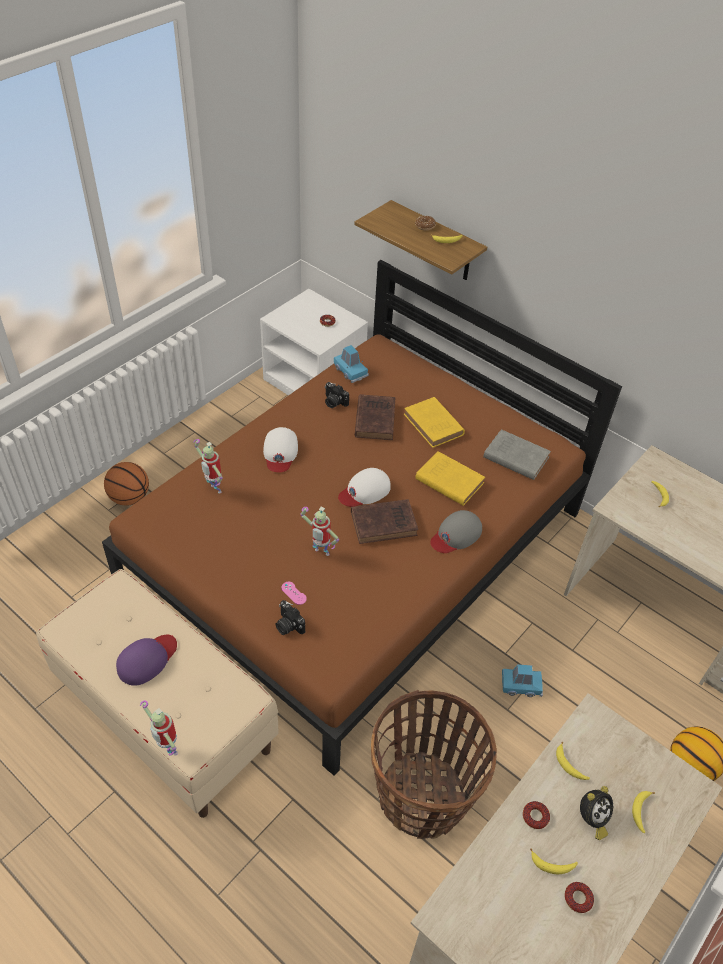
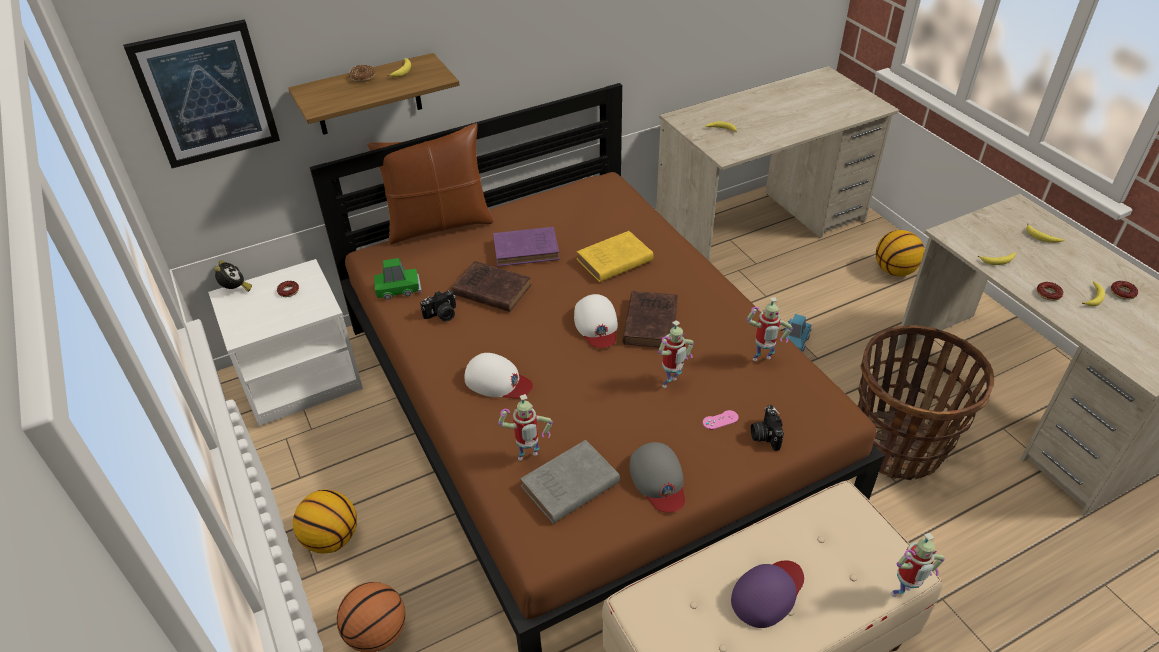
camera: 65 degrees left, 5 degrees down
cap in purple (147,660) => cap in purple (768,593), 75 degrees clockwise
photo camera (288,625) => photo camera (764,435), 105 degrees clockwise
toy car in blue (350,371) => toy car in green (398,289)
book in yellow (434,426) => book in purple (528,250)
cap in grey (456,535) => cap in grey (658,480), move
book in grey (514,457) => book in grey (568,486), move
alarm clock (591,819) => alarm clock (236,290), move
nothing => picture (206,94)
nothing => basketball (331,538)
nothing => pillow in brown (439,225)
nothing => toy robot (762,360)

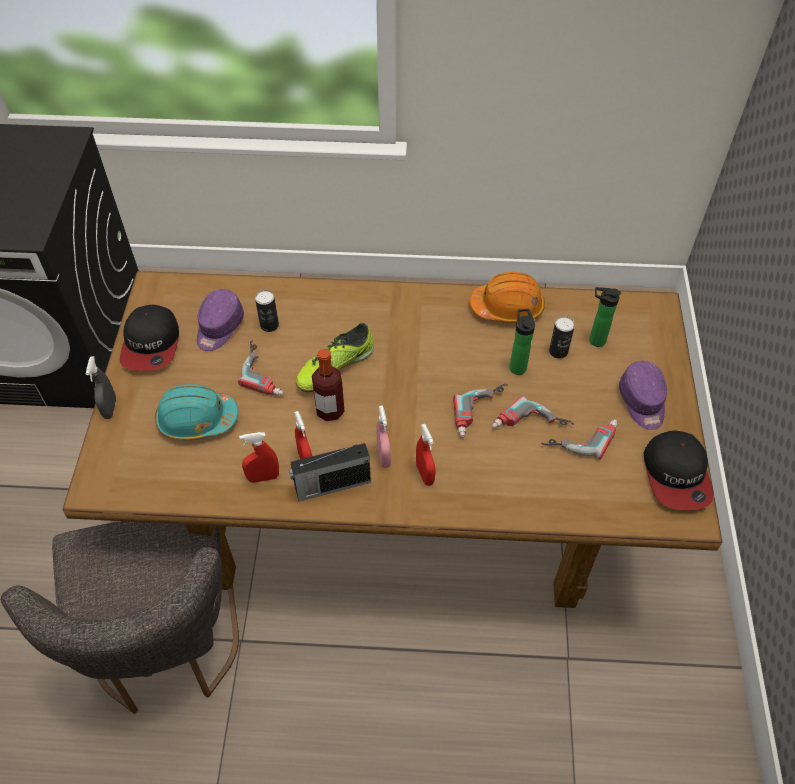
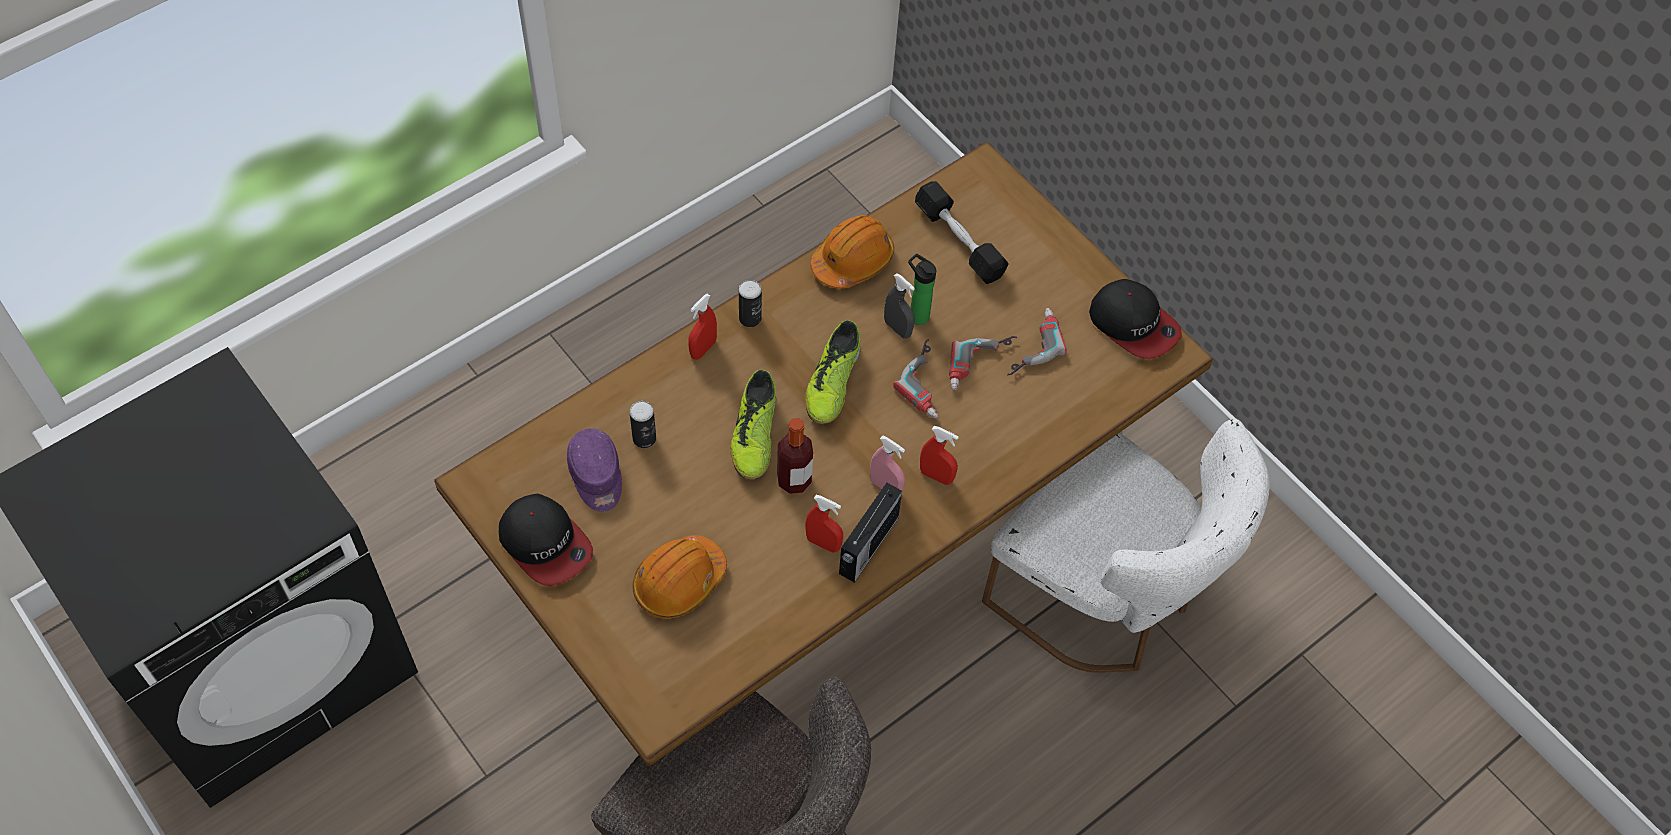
camera: 45 degrees left, 5 degrees up
spray bottle in grey (110,408) => spray bottle in grey (897,328), move
hard hat in turquoise (196,420) => hard hat in orange (679,582)
power drill (267,371) => nothing
spray bottle in red (263,477) => spray bottle in red (703,349), move
can (558,351) => can (750,318), move
bottle (594,340) => dumbbell in black (959,241)
cap in purple (642,402) => nothing
nothing => shoe (832,383)
nothing => chair in white (1102,598)

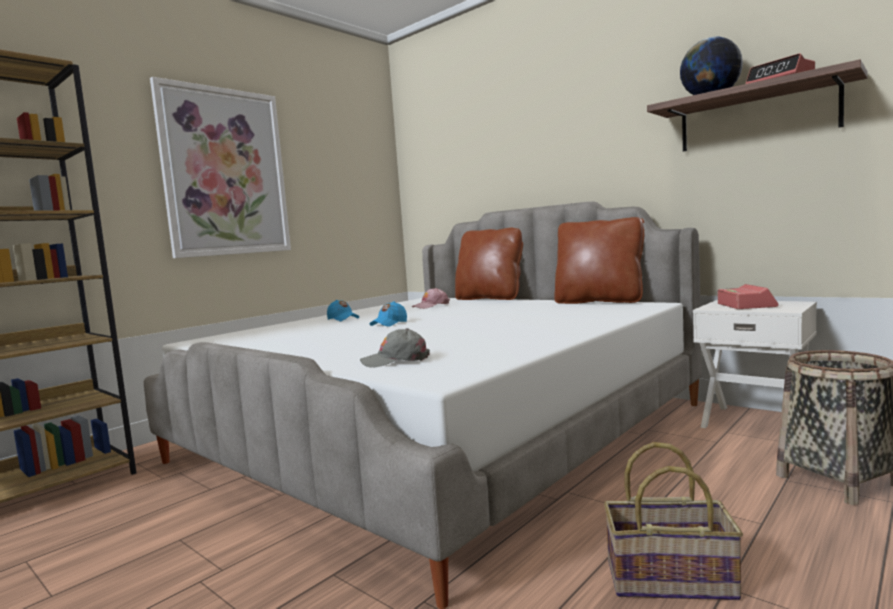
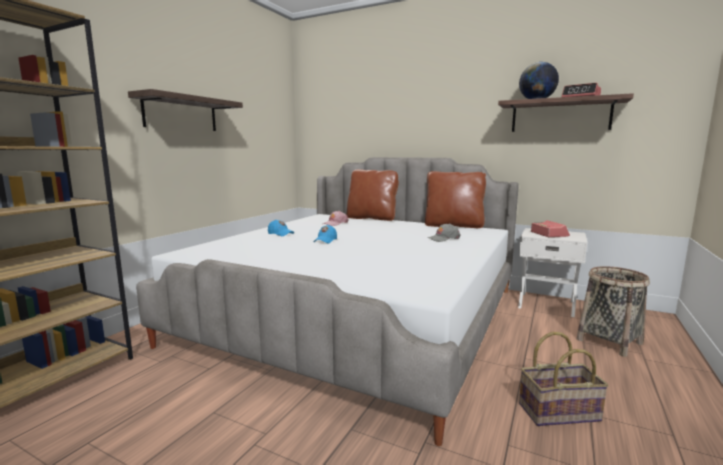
camera: 15 degrees left, 5 degrees up
picture (225,172) => shelf (181,113)
cap in grey (396,360) => cap in grey (443,238), move

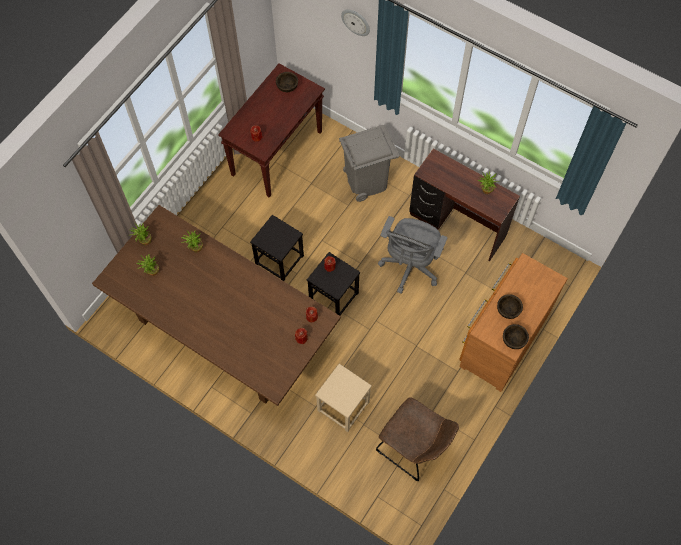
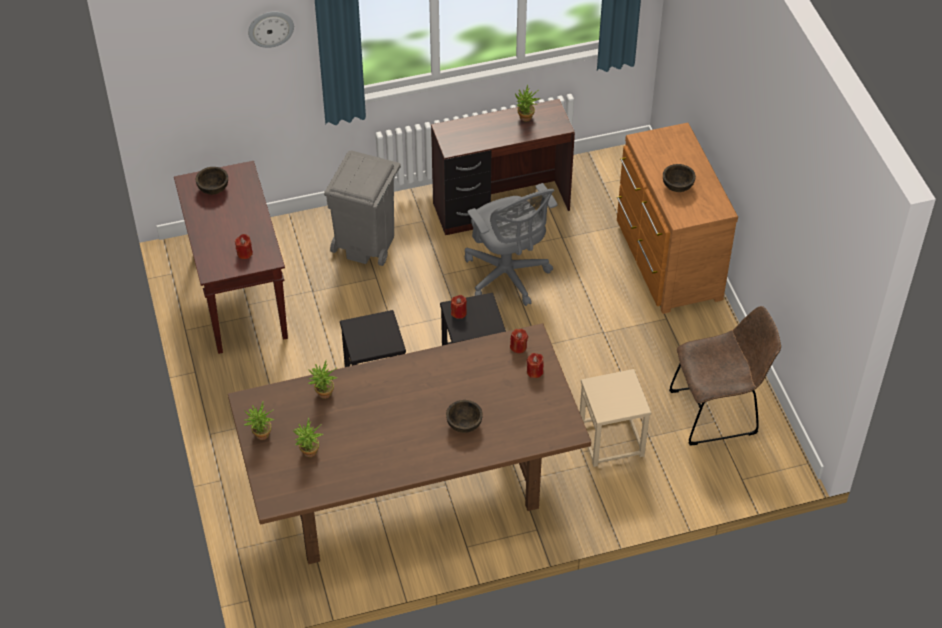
camera: 50 degrees left, 15 degrees down
bowl in brown (513,340) => bowl in brown (464,424), move

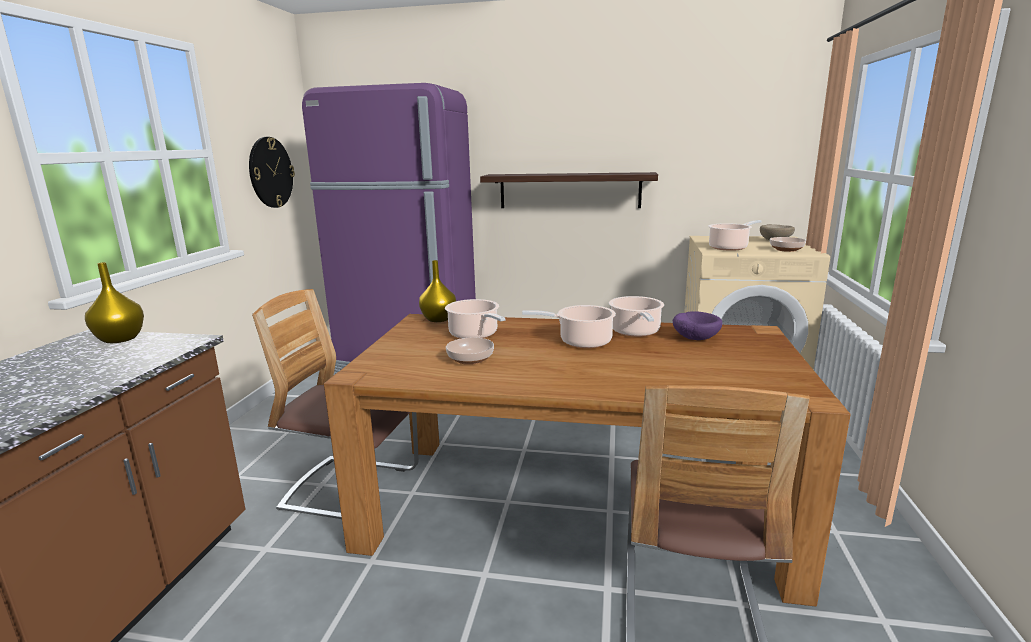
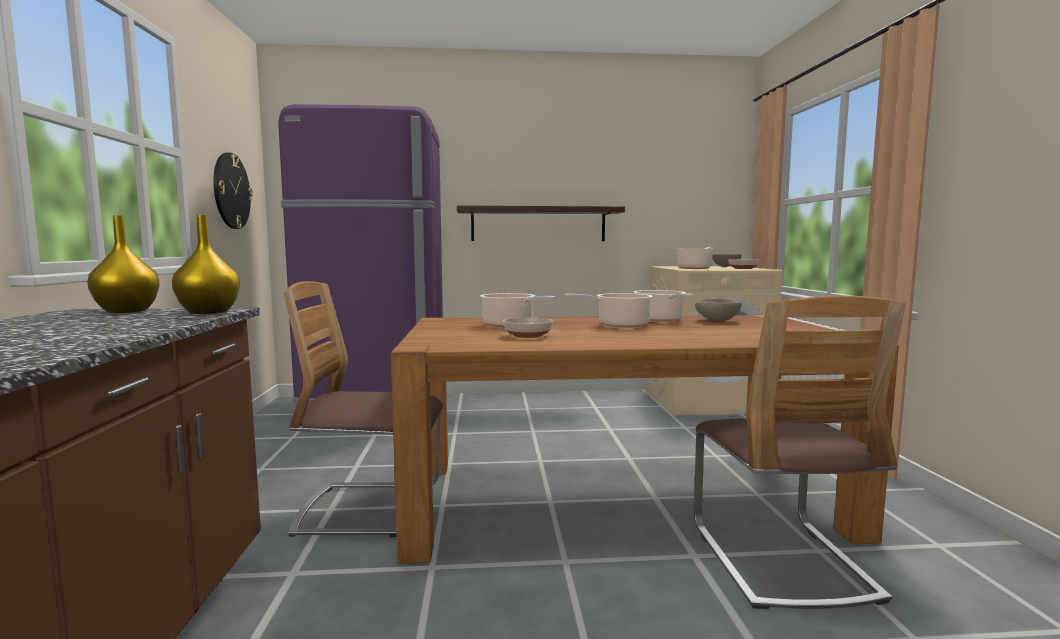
camera: 15 degrees left, 10 degrees down
vase in yellow (439,319) => vase in yellow (209,312), move
bowl in purple (694,338) => bowl in beige (716,320)

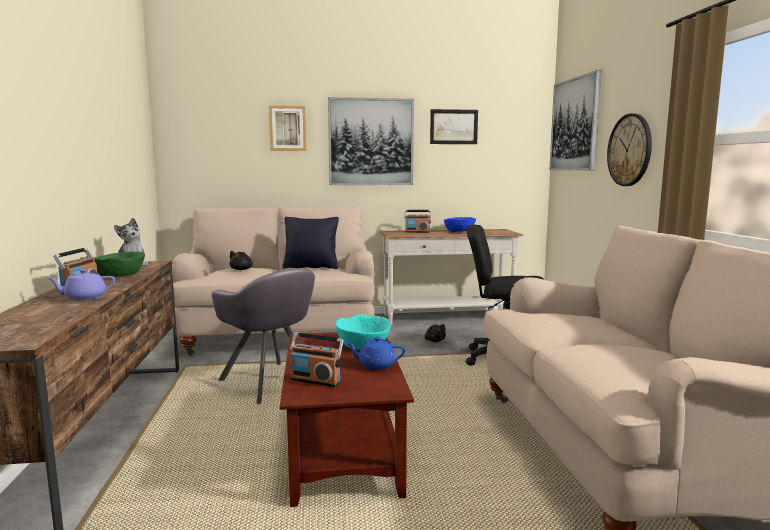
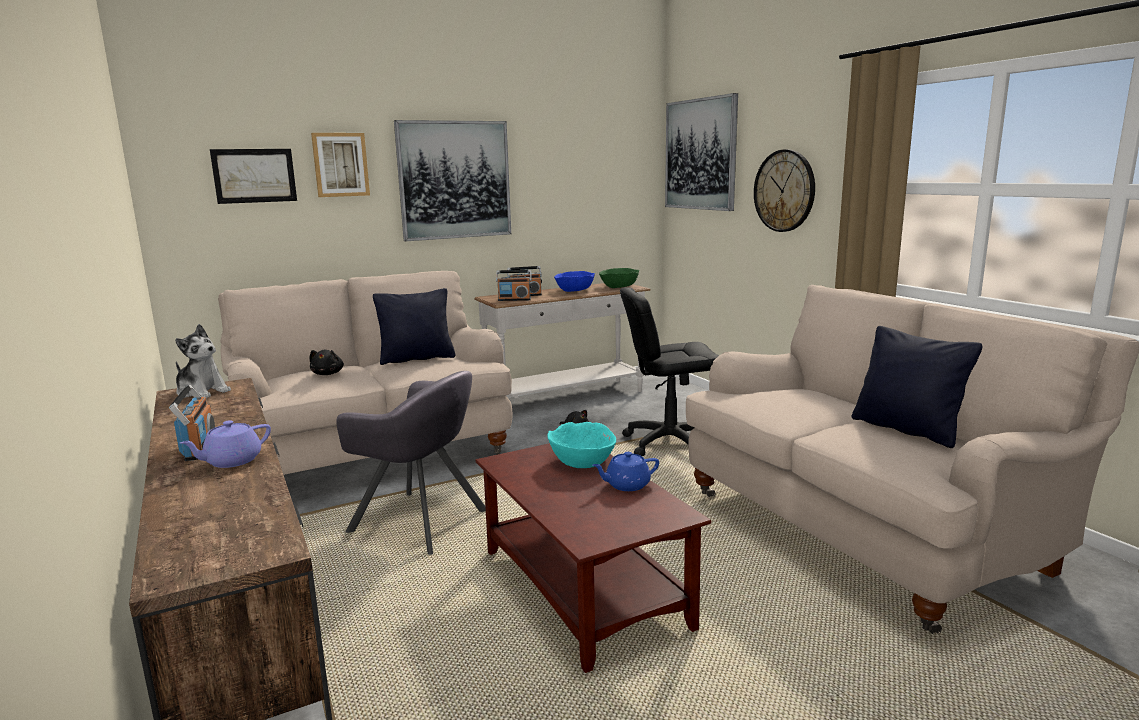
camera: 20 degrees left, 5 degrees up
bowl in green (118,276) => bowl in green (618,287), move
radio (316,381) => radio (514,299), move
picture (453,127) => picture (254,175), move
nothing => pillow in black (907,430)

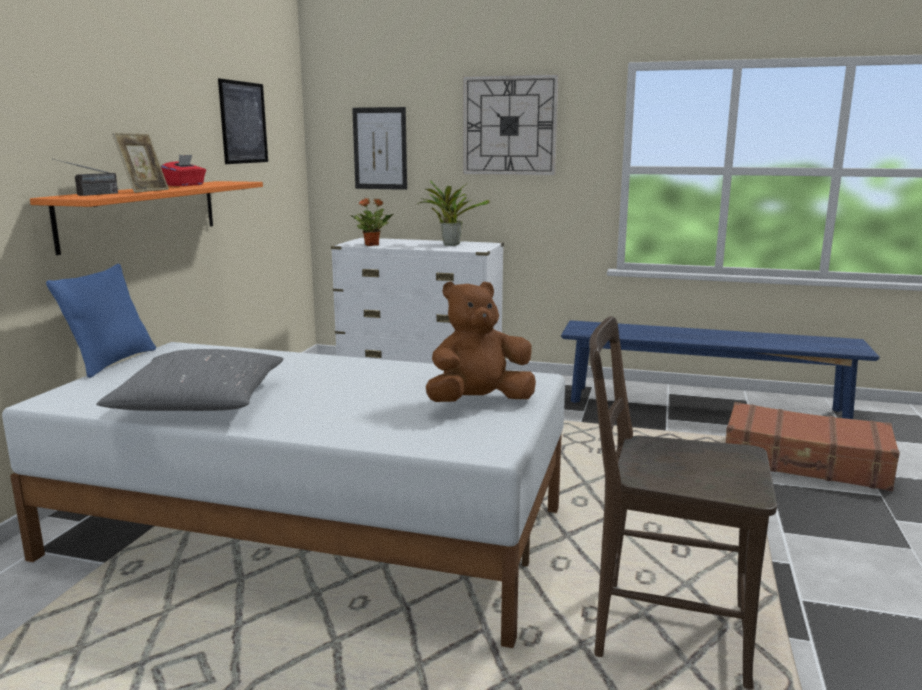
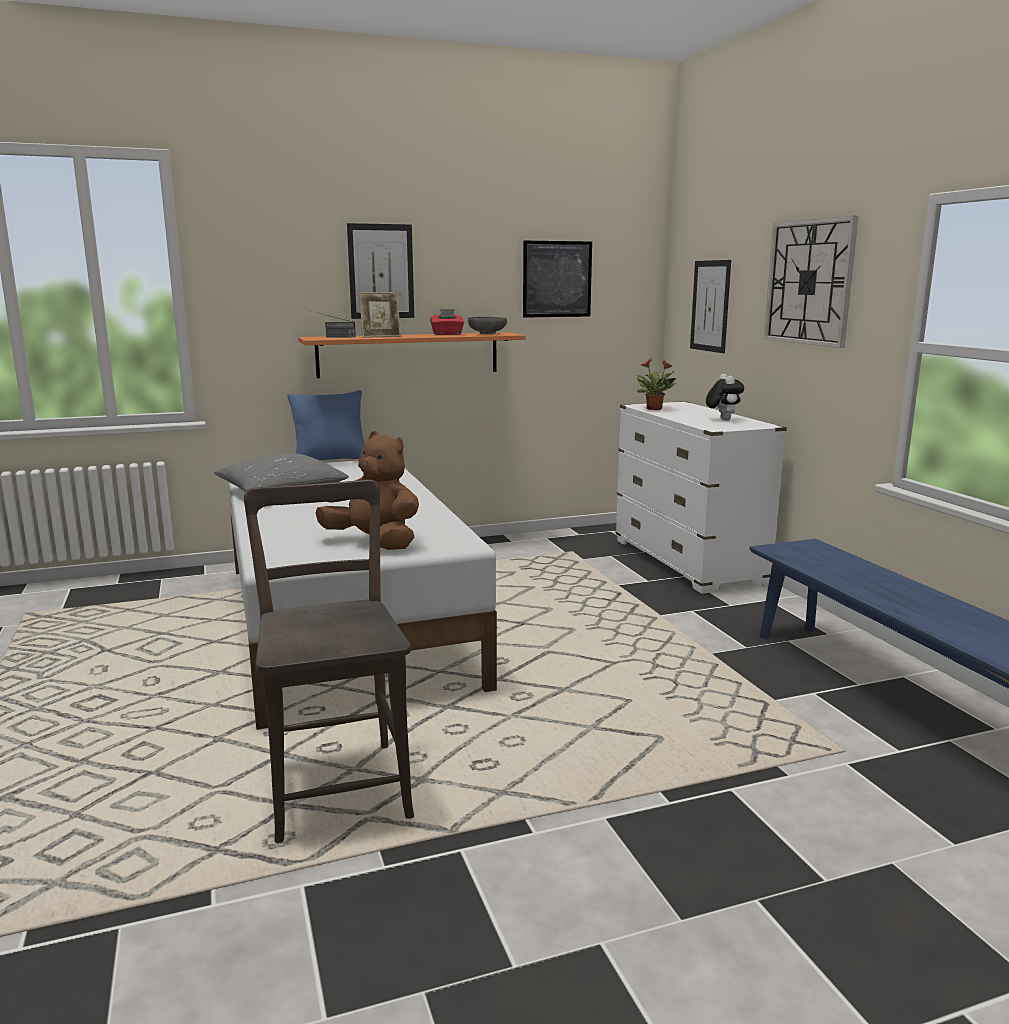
camera: 55 degrees right, 0 degrees up
potted plant (449,244) => plush toy (722,419)
suitcase in brown (805,462) => nothing
nothing => picture (381,271)
nothing => bowl in grey (487,333)

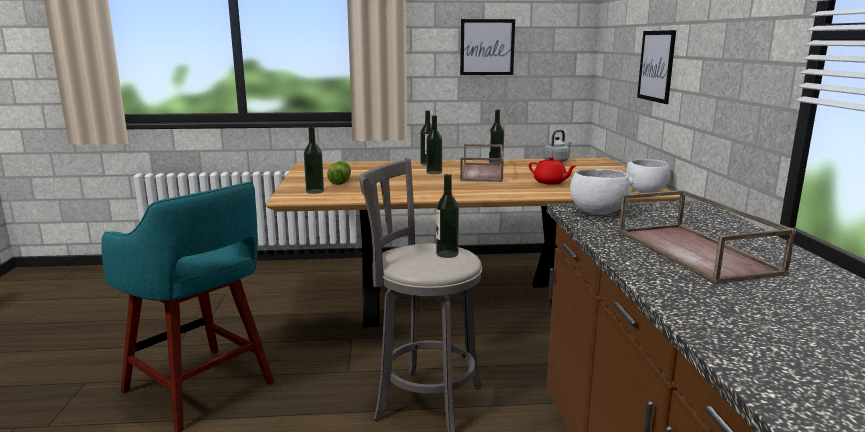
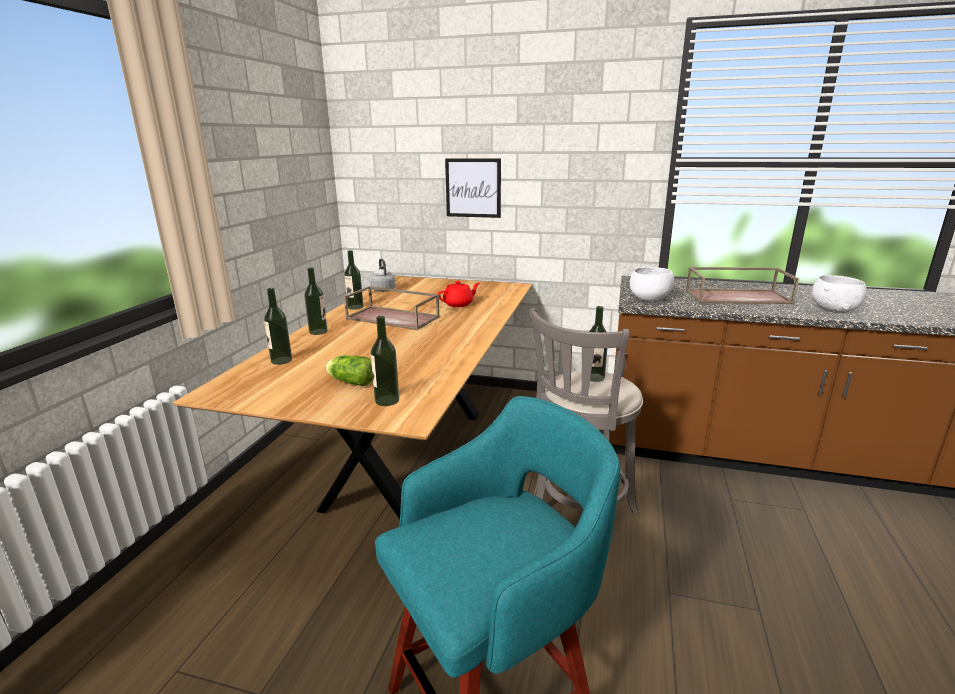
camera: 70 degrees left, 5 degrees up
bottle (434,172) => bottle (281,360), move
picture (487,47) => nothing
bowl in white (646,191) => bowl in white (834,310), move

